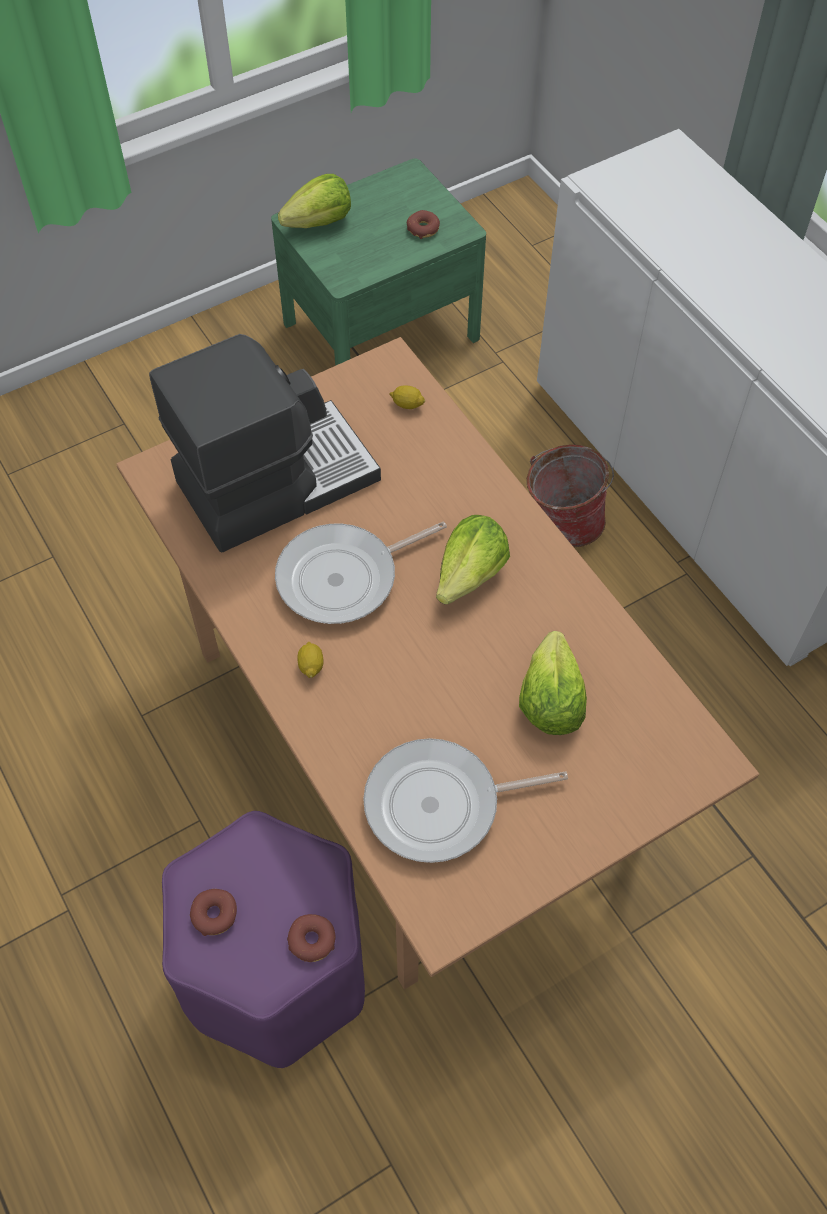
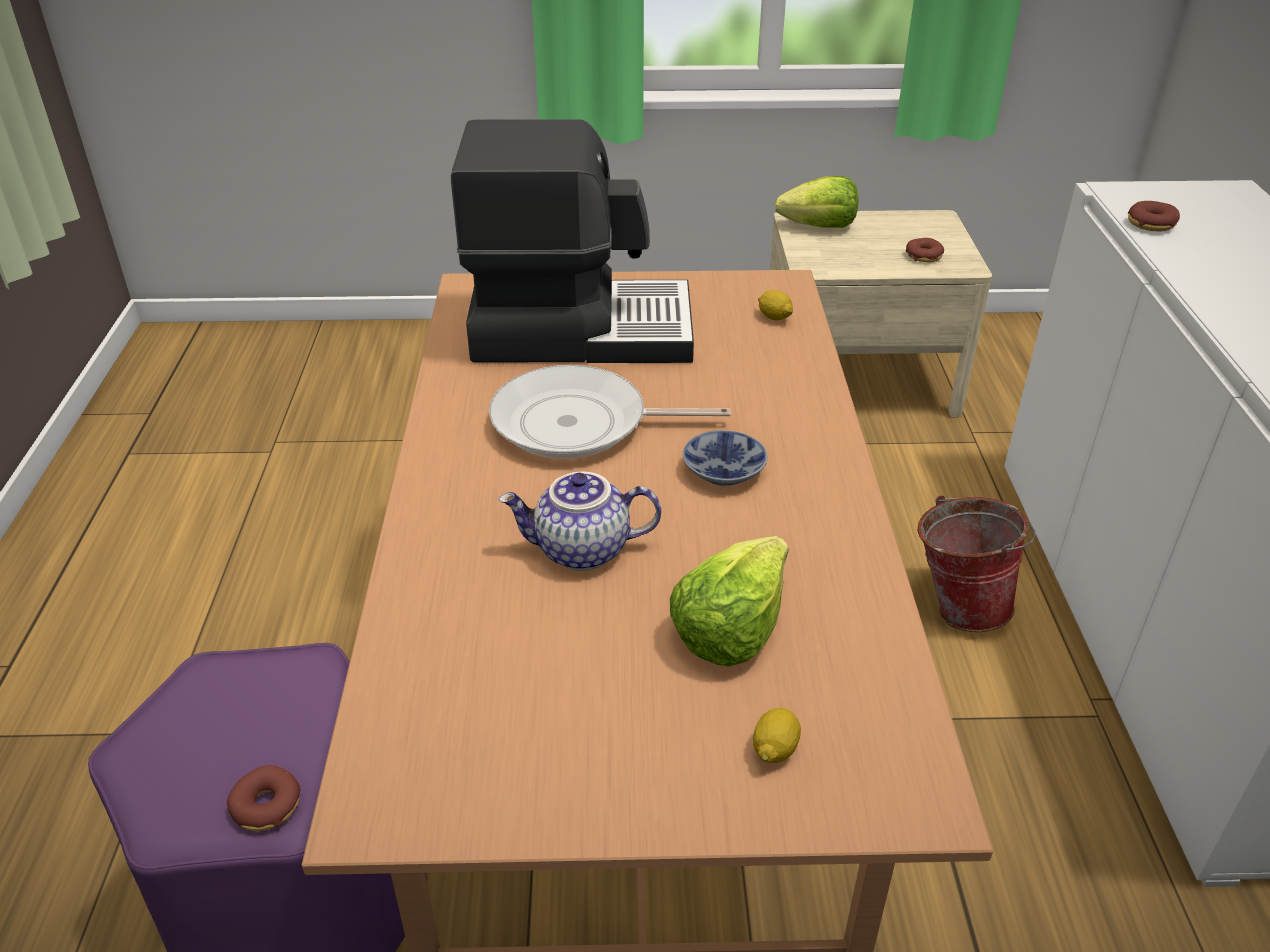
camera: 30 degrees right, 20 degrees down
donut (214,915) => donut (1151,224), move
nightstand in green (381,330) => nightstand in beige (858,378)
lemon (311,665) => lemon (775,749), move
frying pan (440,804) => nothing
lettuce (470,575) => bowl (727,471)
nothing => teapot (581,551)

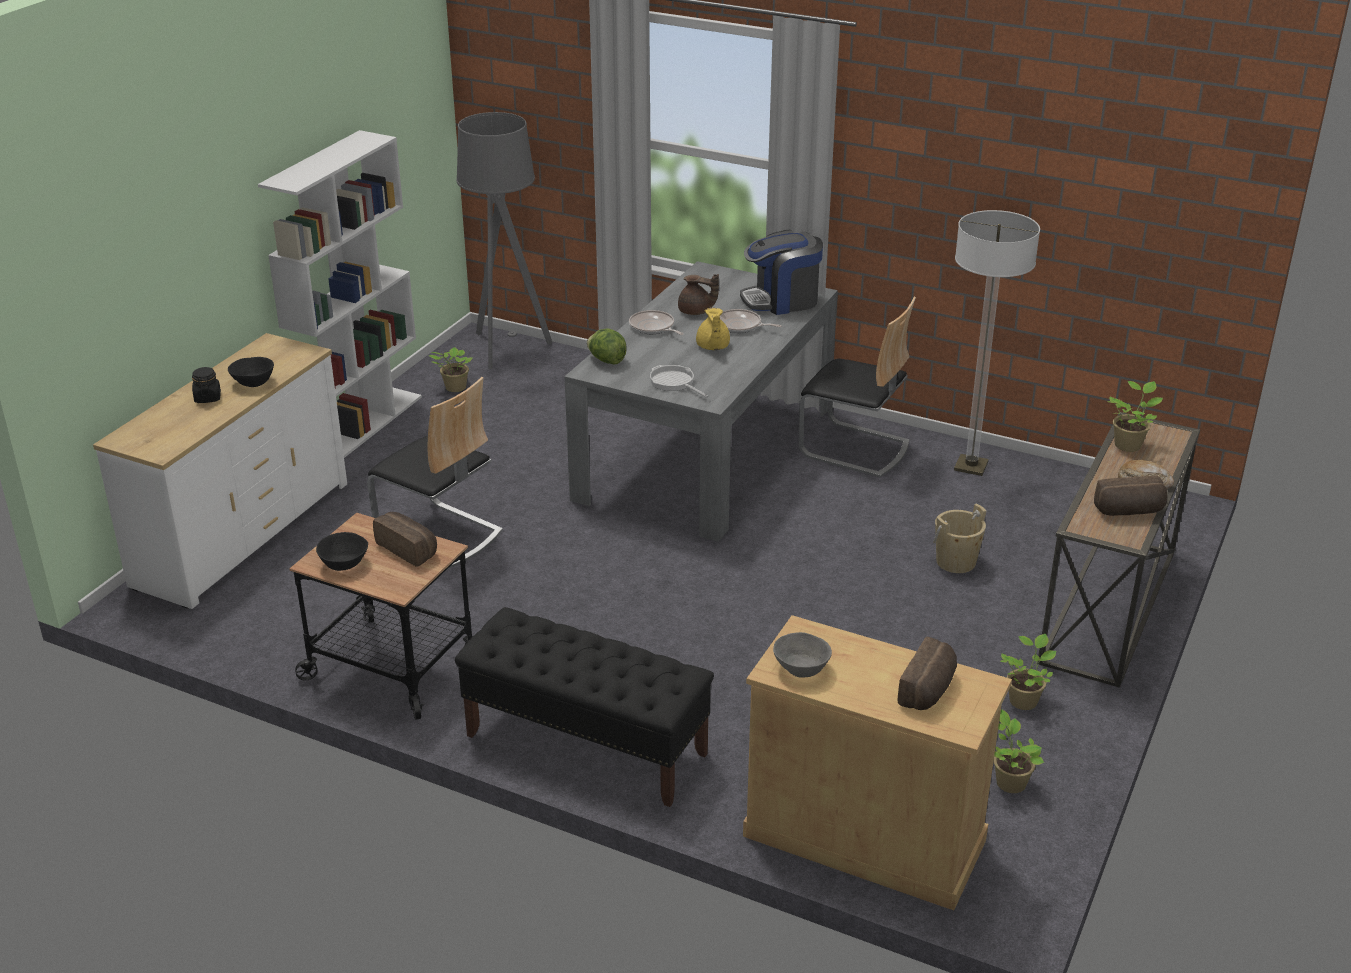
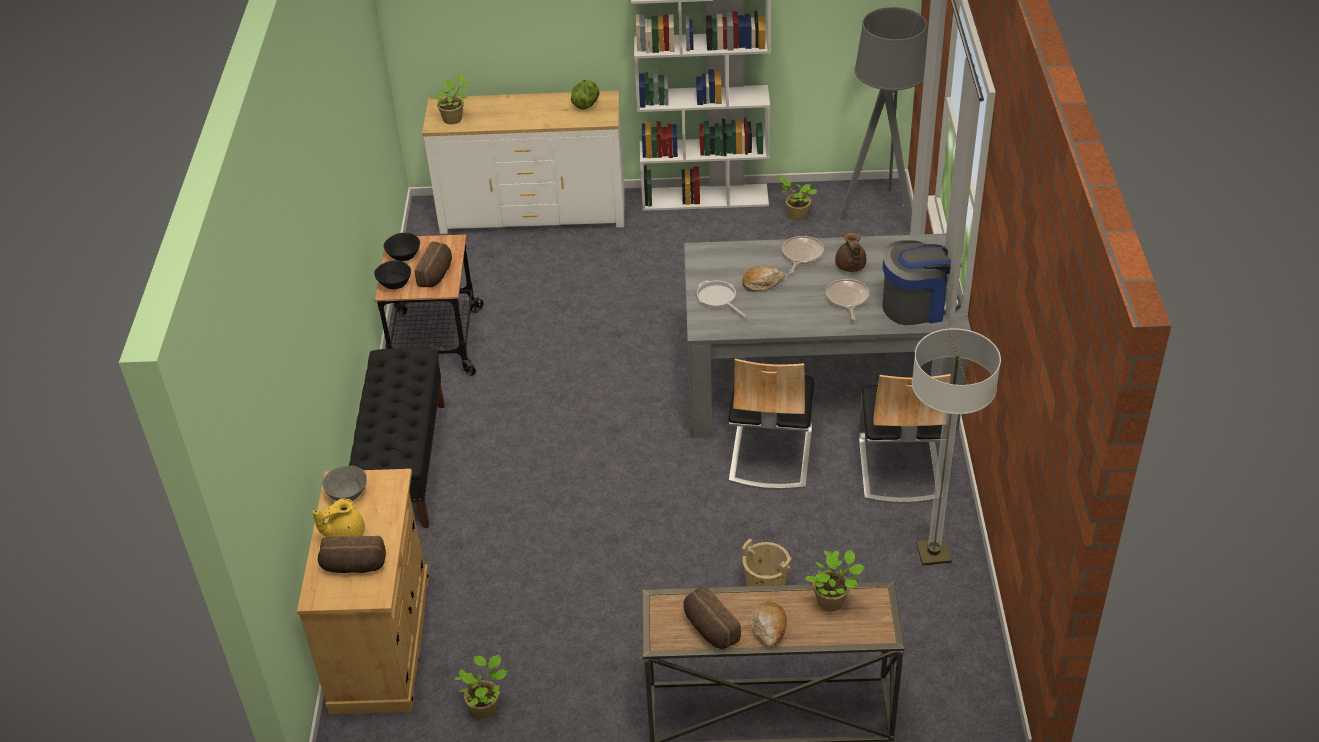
camera: 65 degrees right, 10 degrees up
jar in black (207,398) => nothing
bowl in black (254,382) => bowl in black (395,284), move
chair (439,535) => chair (770,454), move
lettuce (606,360) => lettuce (586,104), move
frying pan (674,382) => frying pan (718,299), 60 degrees counterclockwise
teapot in yellow (712,347) => teapot in yellow (345,534), move
coffee machine (781,300) => coffee machine (917,305), 120 degrees clockwise
potted plant (1024,700) => potted plant (454,119), move
nothing => bread (762,283)

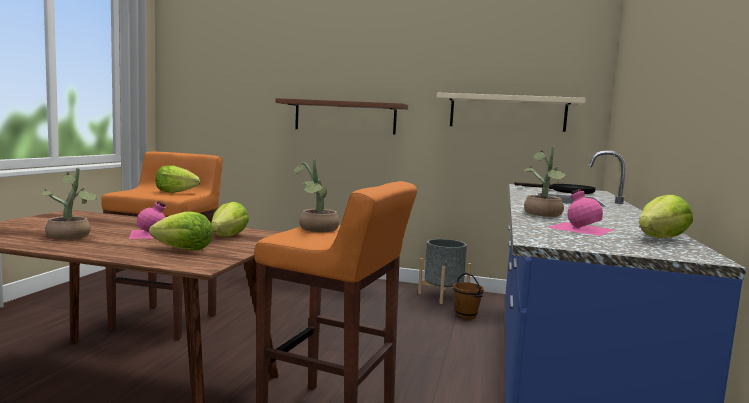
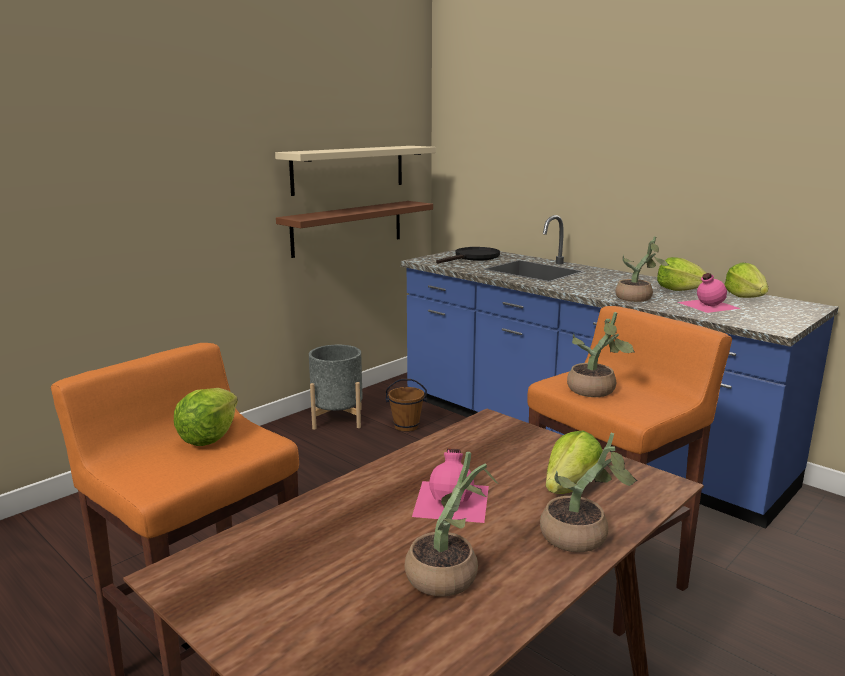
camera: 60 degrees left, 10 degrees up
lettuce (228,236) => lettuce (679,289), move
shelf in brown (345,117) => shelf in brown (348,228), move
nothing => potted plant (581,539)

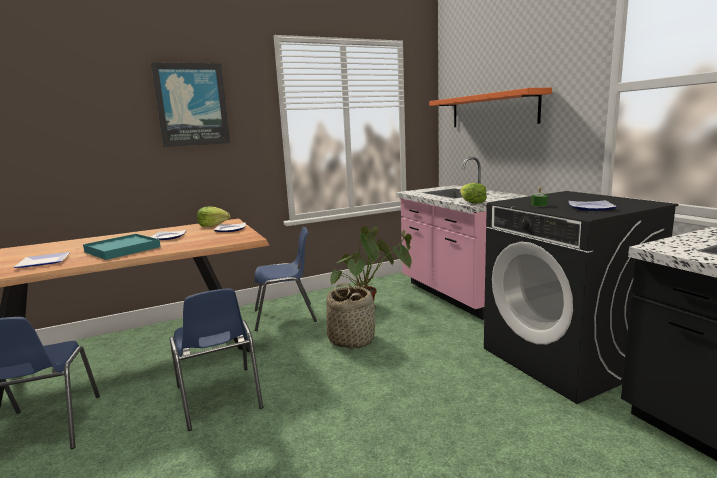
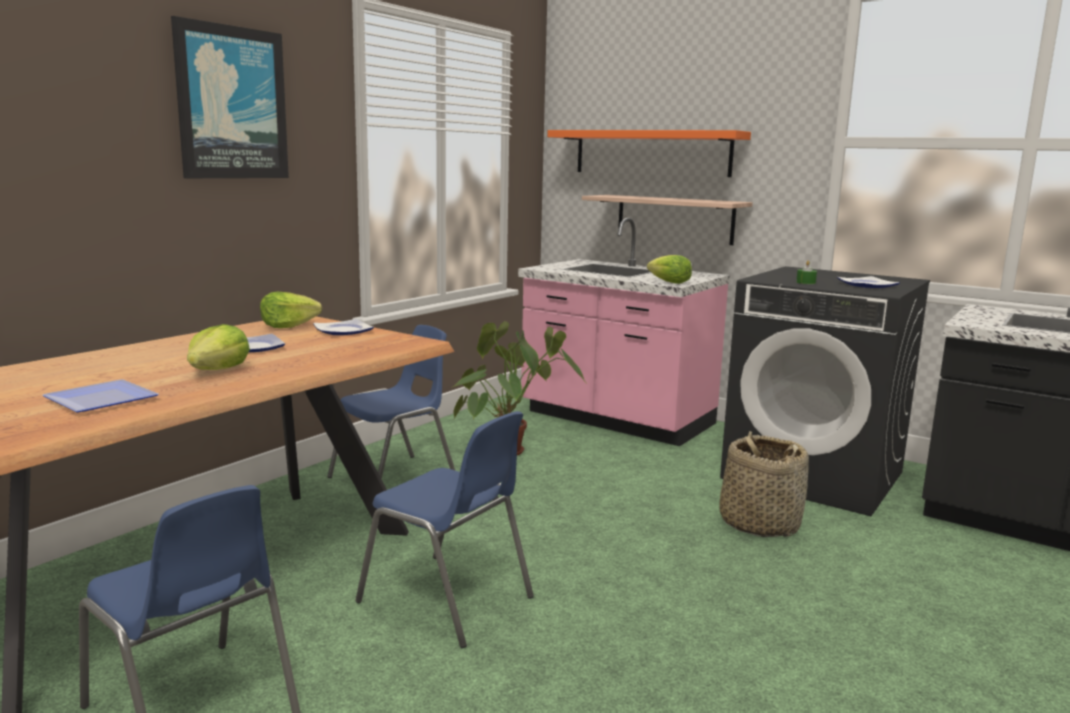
camera: 30 degrees left, 0 degrees up
tray in turquoise (123,249) => lettuce (218,370)
basket (351,339) => basket (759,523), move
nothing => shelf (674,219)

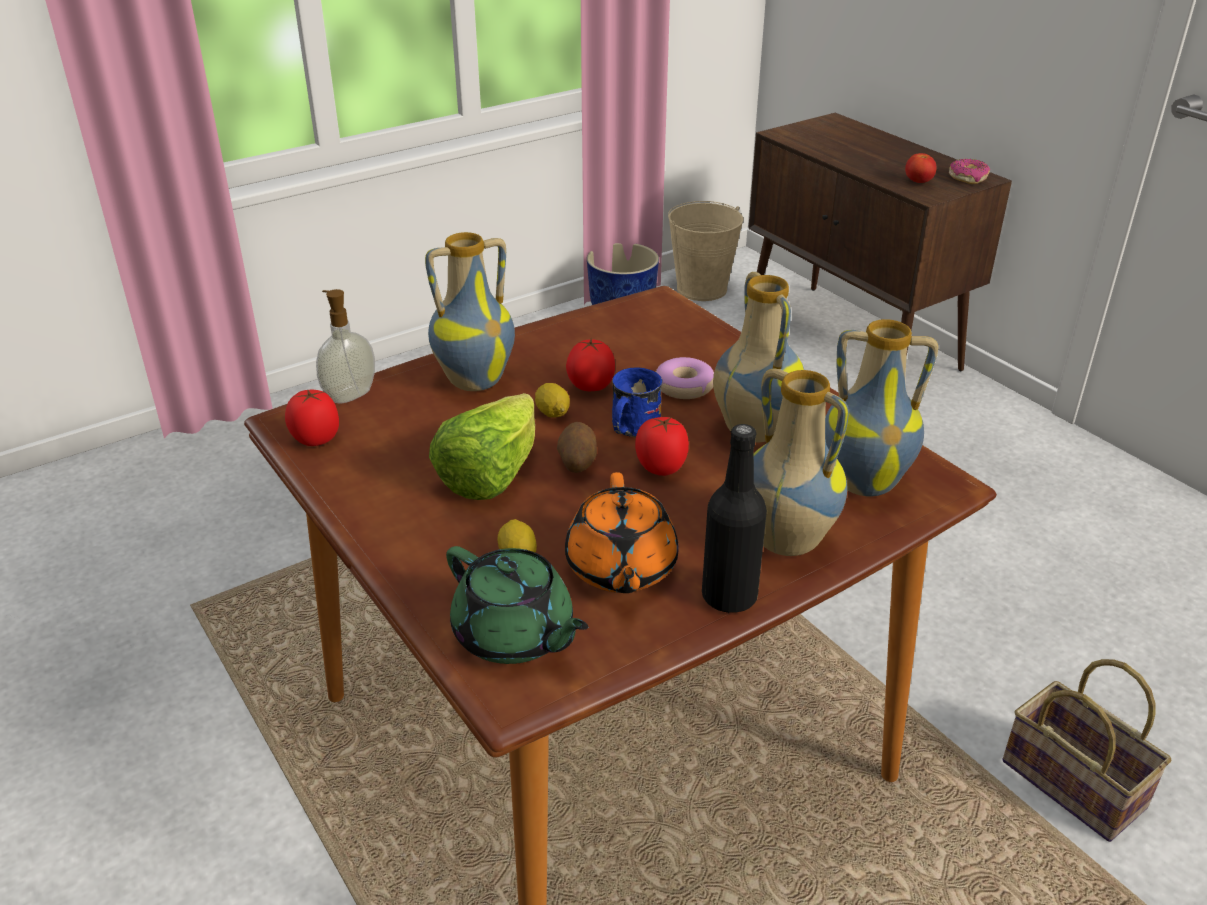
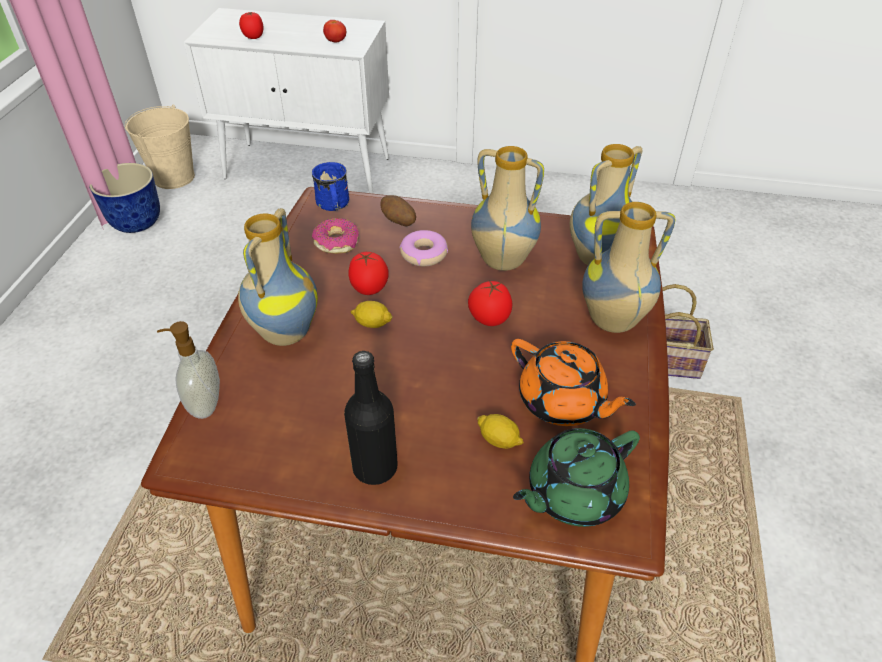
camera: 45 degrees left, 10 degrees up
tomato (316,439) => tomato (253,37), move
lettuce (490,475) => nothing
teapot in green (515,635) => teapot in green (573,493), 150 degrees clockwise
potato (577,463) => potato (398,222), move
mug in blue (631,430) => mug in blue (333,206), move
bottle in black (729,596) => bottle in black (375,467), move
cabinet in brown (853,340) => cabinet in white (309,168)
donut (968,178) => donut (337,242), move

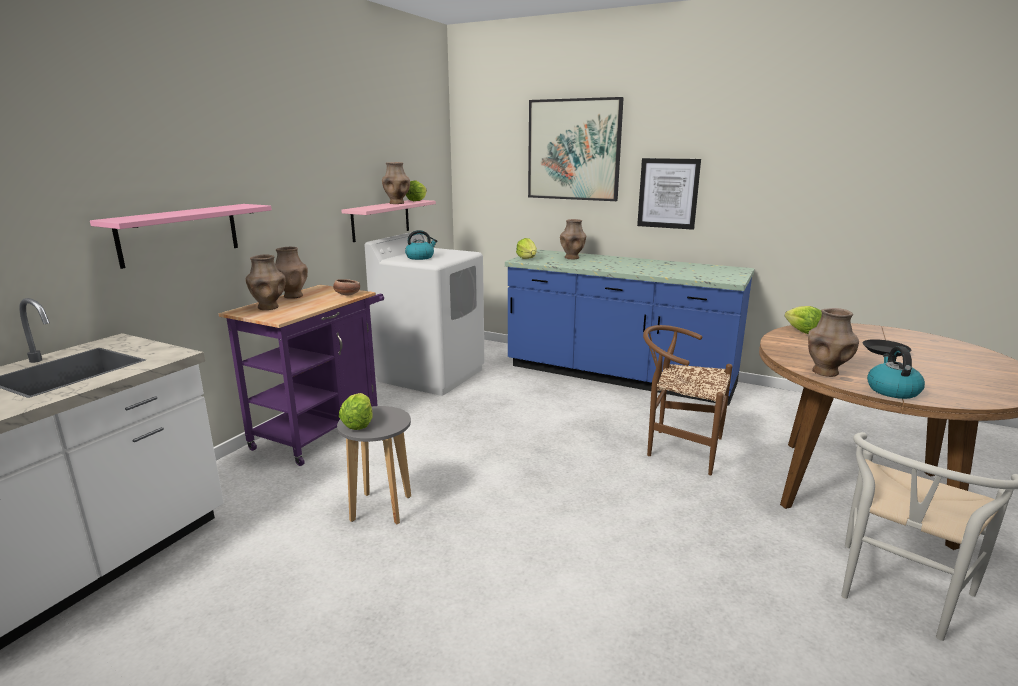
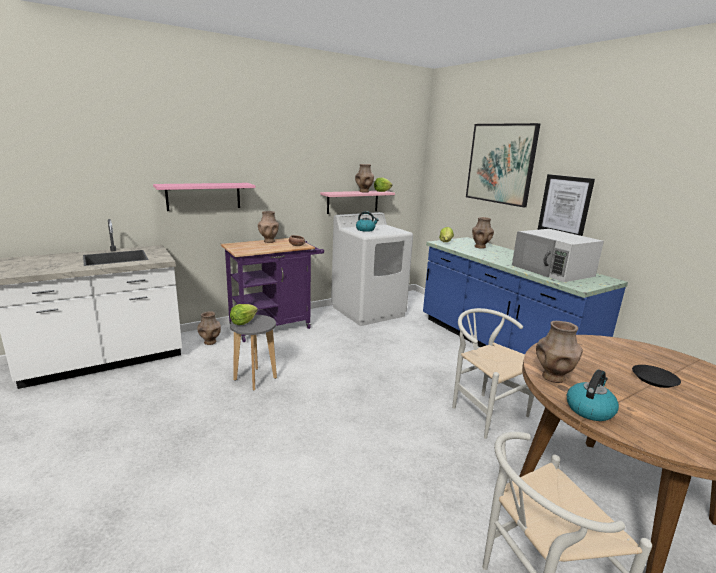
camera: 30 degrees right, 0 degrees up
vase in brown (268,307) => vase in brown (210,342), move
chair in brown (678,448) => chair in white (483,410)
lettuce (803,332) => nothing
nothing => microwave in white (552,270)

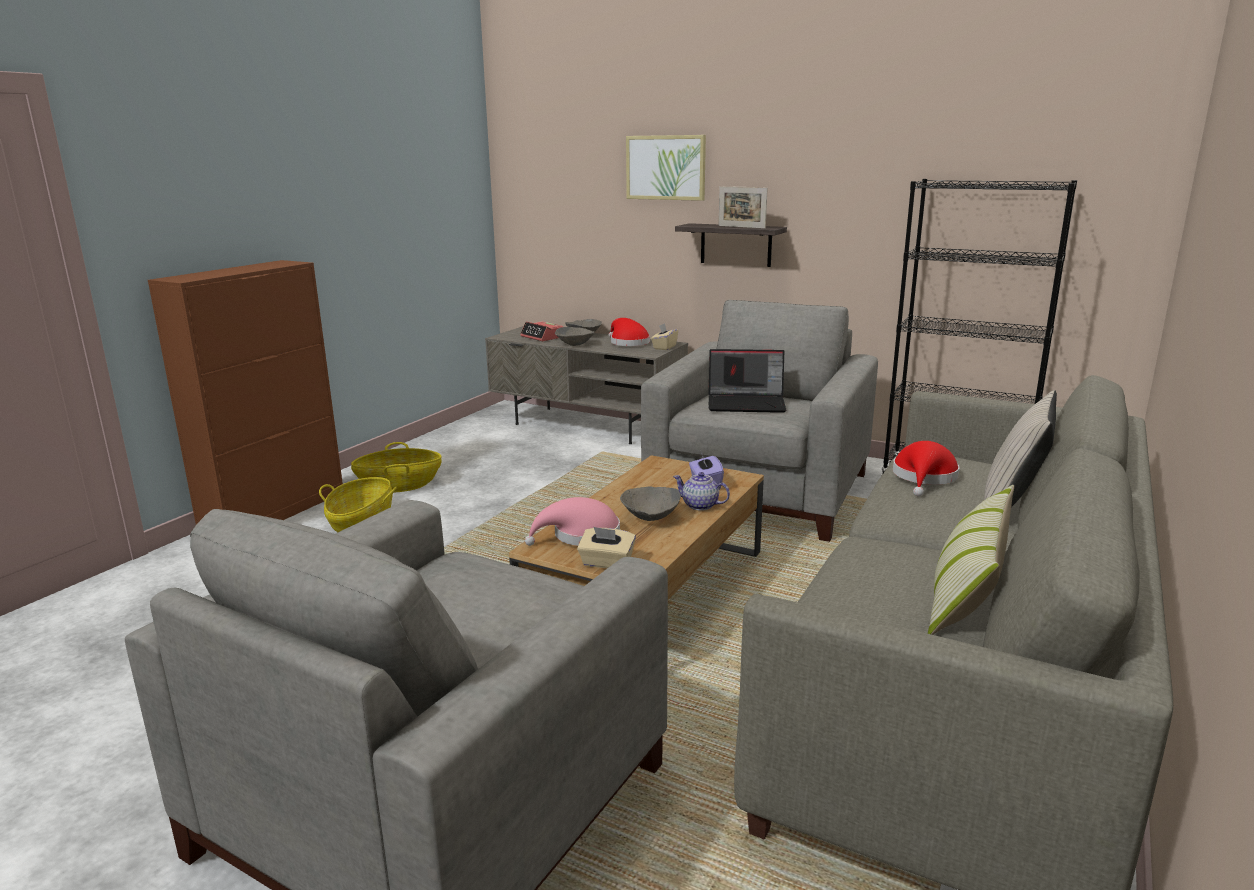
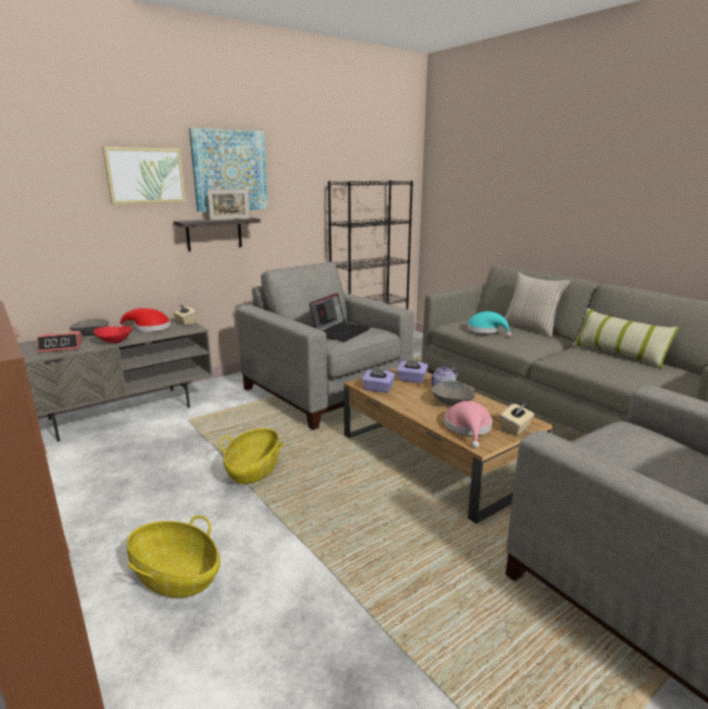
camera: 65 degrees left, 0 degrees up
basket (399,485) => basket (254,470), move
bowl in grey (575,344) => bowl in red (115,341)
hat in red (924,477) => hat in turquoise (485,330)
nothing => picture (230,170)
nothing => tissue box in purple (378,389)

